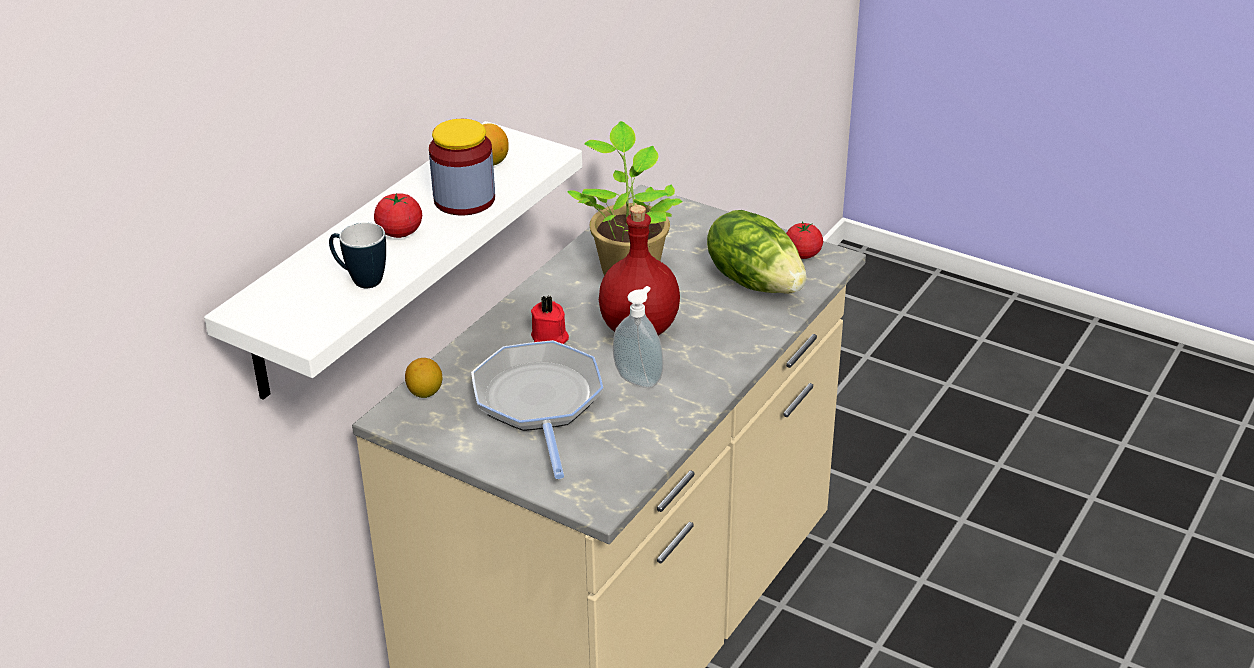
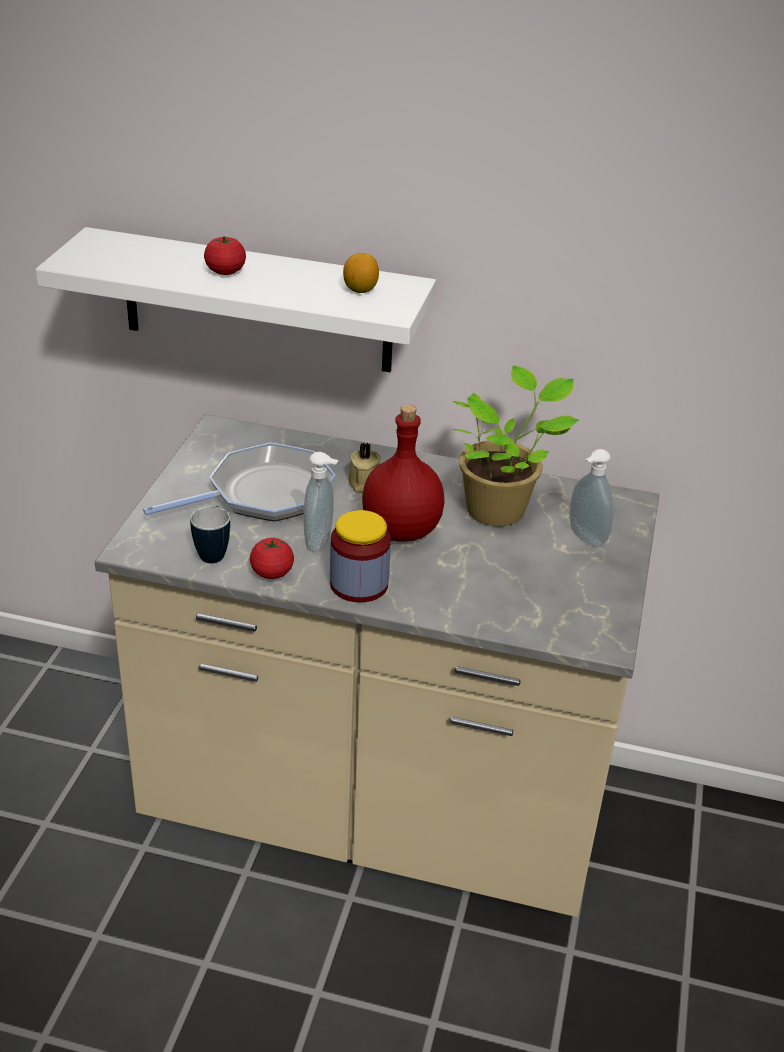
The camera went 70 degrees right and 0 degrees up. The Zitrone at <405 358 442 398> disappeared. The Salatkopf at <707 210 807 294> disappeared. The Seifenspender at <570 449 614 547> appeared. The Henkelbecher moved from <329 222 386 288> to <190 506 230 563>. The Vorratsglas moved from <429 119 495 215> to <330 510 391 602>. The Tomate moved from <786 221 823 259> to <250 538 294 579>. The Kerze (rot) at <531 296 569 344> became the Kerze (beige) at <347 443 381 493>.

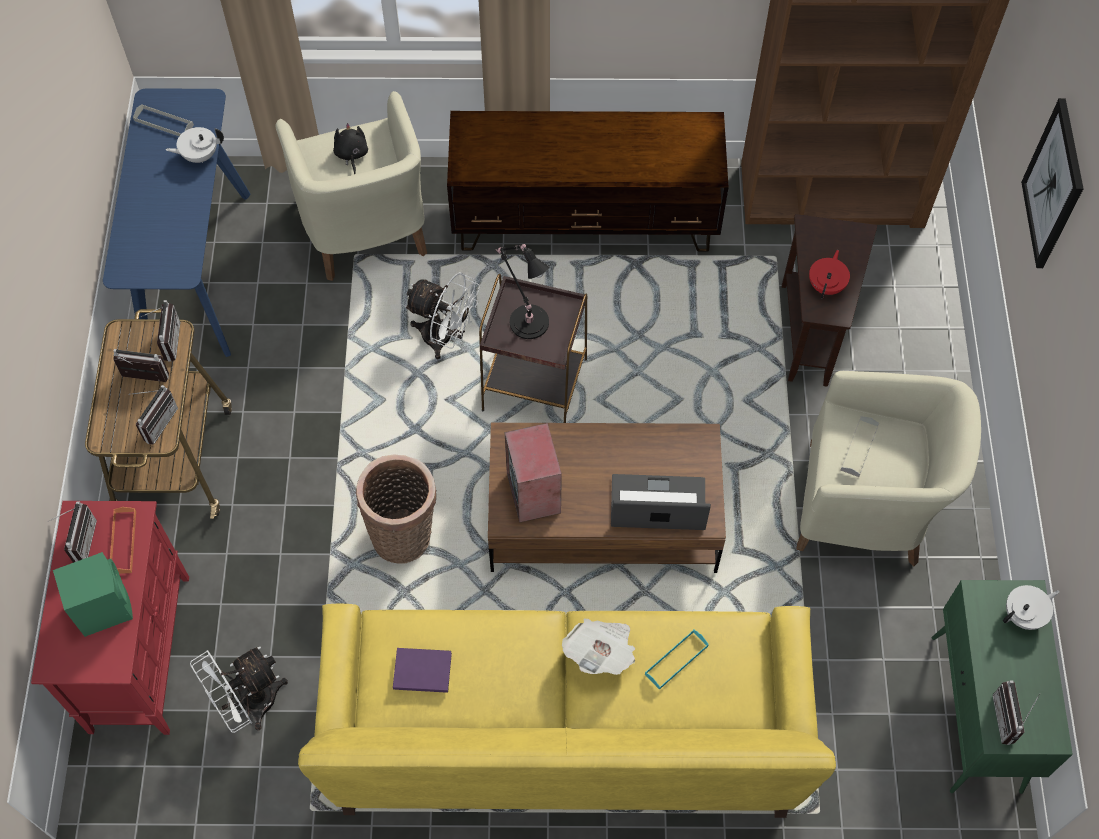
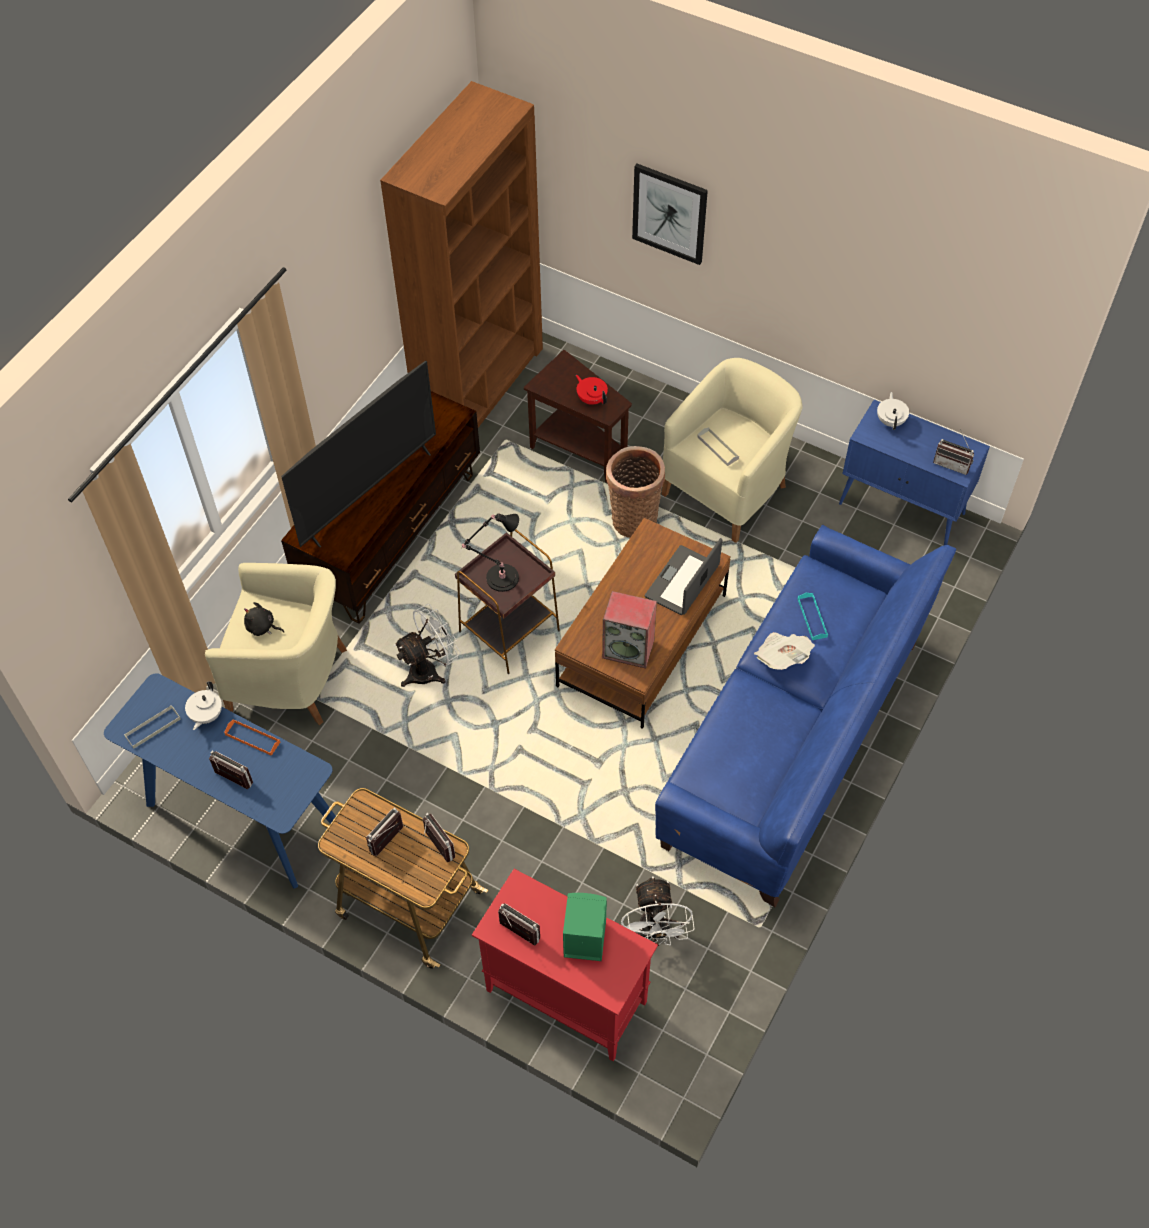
The camera went 60 degrees left and 5 degrees down. The Buch (lila) at <393 648 452 693> disappeared. The Fernseher at <281 361 436 548> appeared. The Tablett (orange) moved from <110 507 136 574> to <224 719 280 756>. The Radio moved from <141 300 180 361> to <209 751 253 789>. The Korb moved from <356 454 437 564> to <606 446 665 538>. The Sofa (gelb) at <298 604 836 818> became the Sofa (blau) at <655 525 956 907>. The Schrank (grün) at <931 580 1073 794> became the Schrank (blau) at <839 400 990 545>.

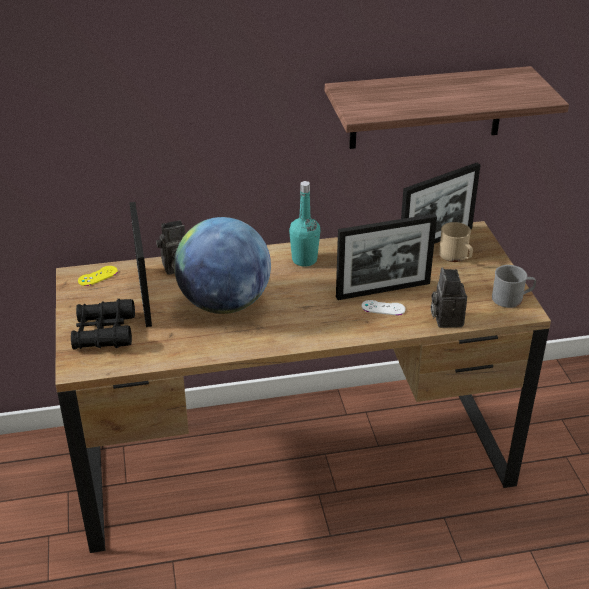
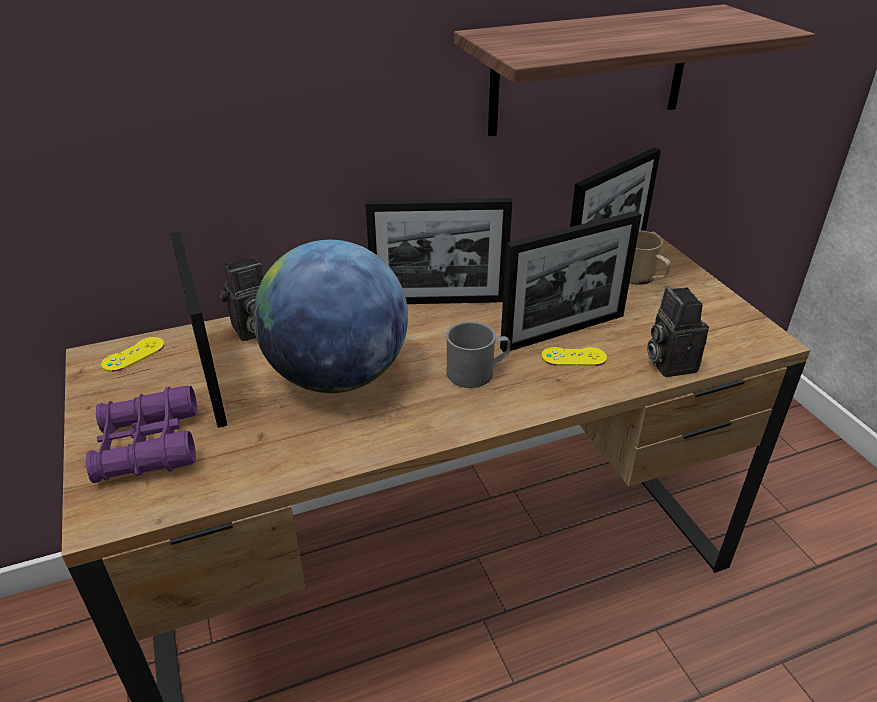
The camera went 10 degrees left and 0 degrees up. The Henkelbecher (grau) moved from <492 265 536 308> to <446 321 511 388>. The Flasche (türkis) at <289 181 320 267> was replaced by the Bilderrahmen at <365 198 512 304>. The Fernglas (schwarz) at <71 299 135 349> became the Fernglas (lila) at <86 386 197 483>. The Gamepad (weiß) at <362 300 406 315> became the Gamepad (gelb) at <542 347 607 366>.

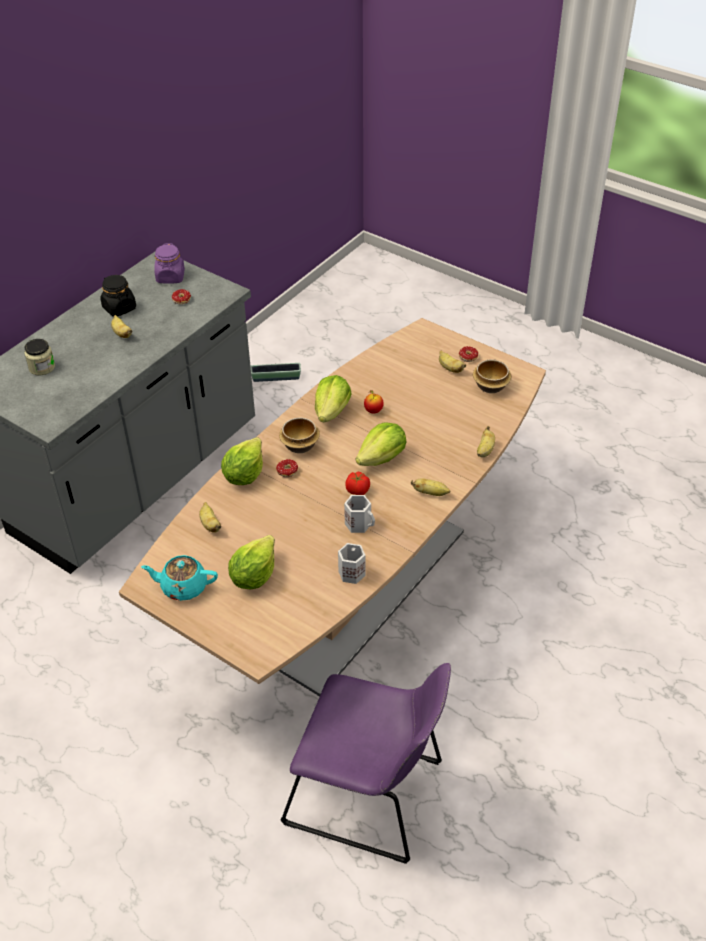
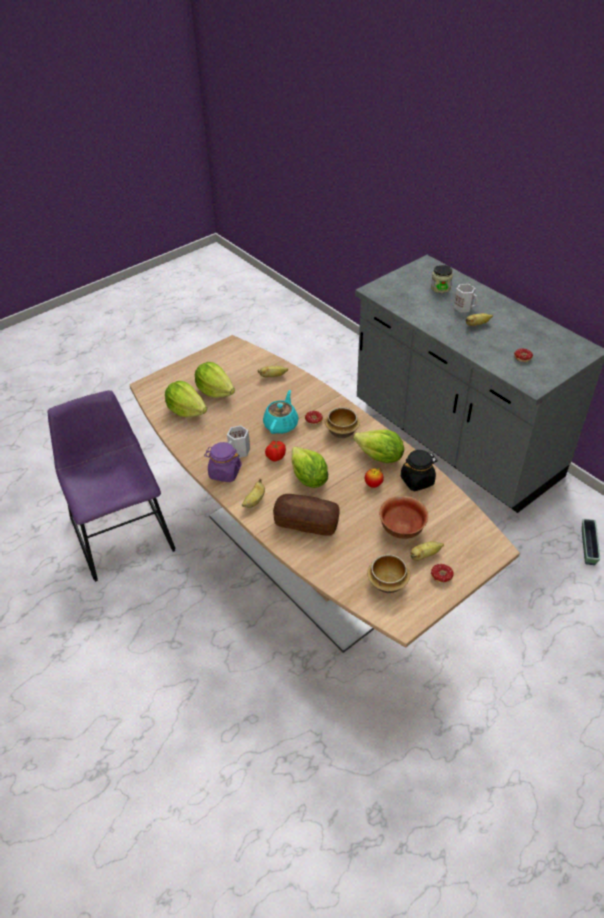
The camera went 105 degrees right and 0 degrees up. The Banane at <477 426 495 457> disappeared. The Brot at <273 494 340 536> appeared. The Schüssel at <379 496 428 539> appeared. The Vorratsglas (schwarz) moved from <100 275 136 317> to <401 450 438 491>. The Teekanne (türkis) moved from <141 555 218 601> to <263 390 299 434>. The Vorratsglas (lila) moved from <154 243 185 284> to <204 442 242 482>. The Salatkopf moved from <221 437 263 485> to <165 381 207 417>. The Henkelbecher (weiß) moved from <338 543 365 584> to <454 284 478 312>. The Stuhl (lila) at <281 663 451 864> turned 120 degrees clockwise.

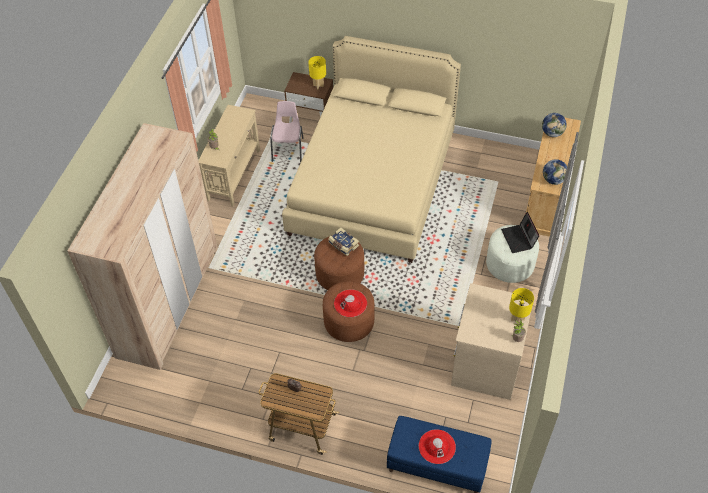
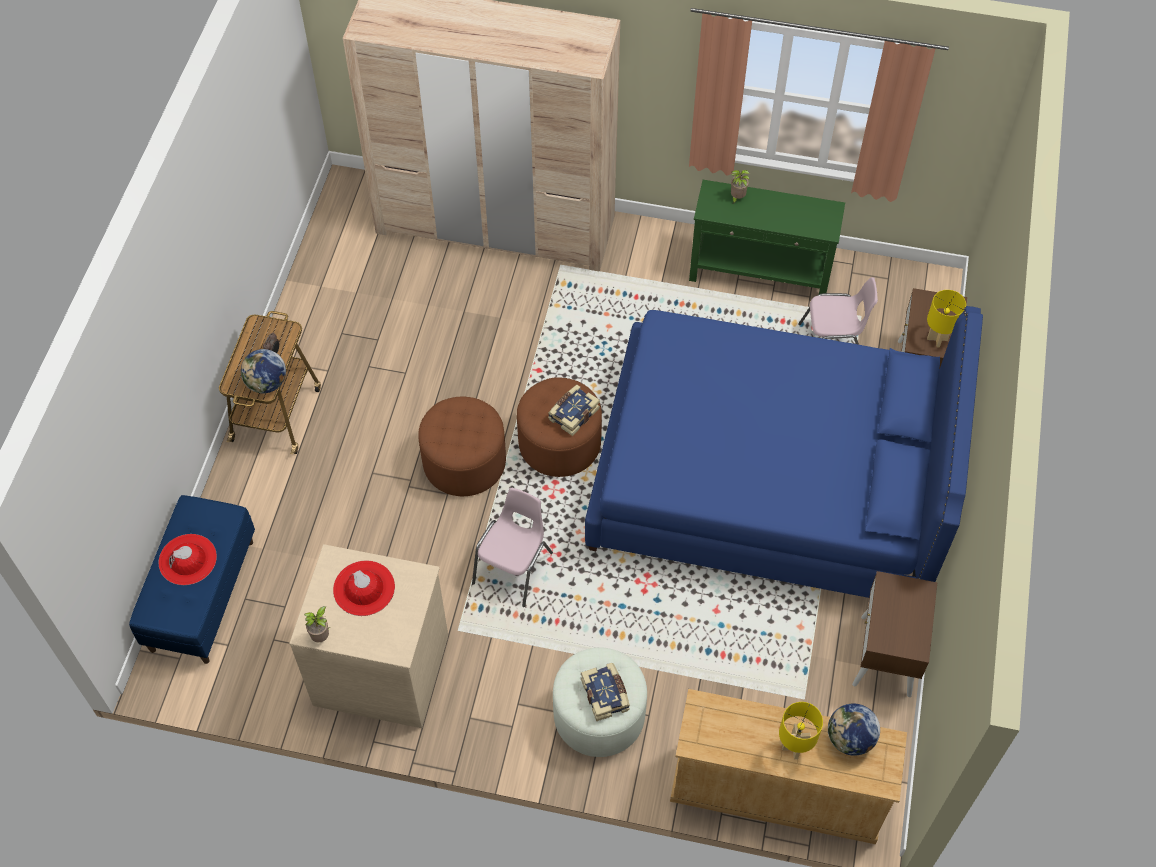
The camera went 85 degrees right and 5 degrees up. The Stuhl (rosa) at <472 488 553 607> appeared. The Nachttisch (braun) at <852 571 937 697> appeared. The Hut (rot) moved from <334 289 367 317> to <333 560 395 616>. The Tischlampe (gelb) moved from <509 288 534 325> to <779 702 823 759>. The Globus moved from <543 159 567 185> to <241 349 286 393>. The Laptop at <501 212 539 253> was replaced by the Buch at <581 663 630 721>. The Konsolentisch (beige) at <198 105 260 207> became the Konsolentisch (grün) at <689 180 845 294>. The Bett (beige) at <282 36 461 263> became the Bett (blau) at <585 306 983 598>.

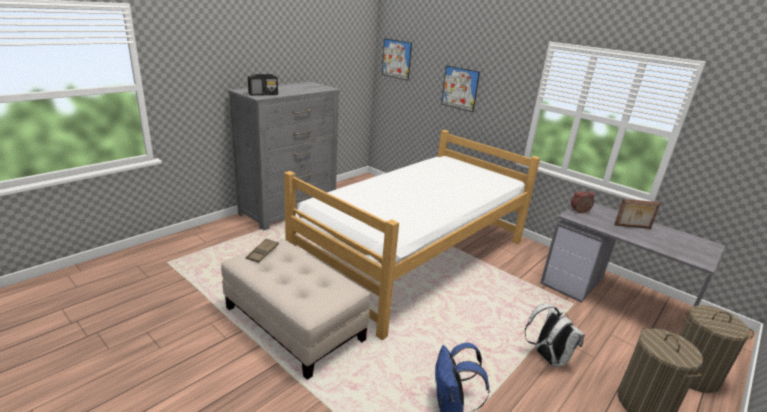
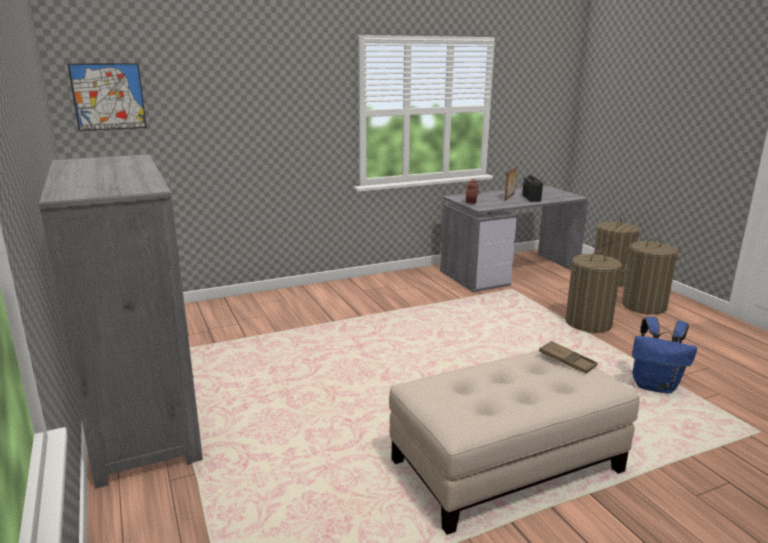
The camera went 65 degrees left and 5 degrees down. The Bett at <284 130 540 340> disappeared. The Bild at <441 66 480 112> disappeared. The Tablett (braun) moved from <246 238 279 263> to <539 341 598 374>. The Radio moved from <248 74 278 96> to <522 175 543 202>. The Rucksack (weiß) at <525 304 585 367> was replaced by the Wäschekorb at <565 251 627 333>.

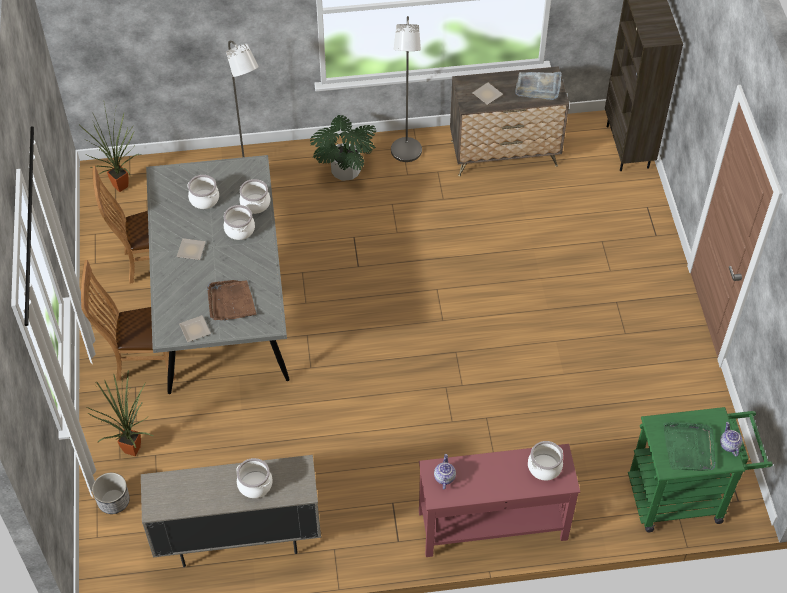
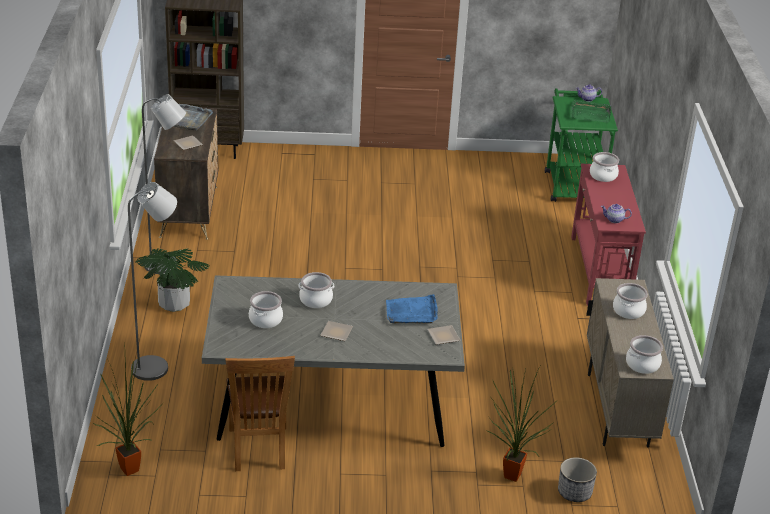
The camera went 85 degrees left and 20 degrees down. The Stuhl (braun) at <81 260 175 381> disappeared. The Kochtopf moved from <240 179 270 214> to <626 335 663 374>. The Tablett (braun) at <207 280 257 321> became the Tablett (blau) at <386 294 438 324>.

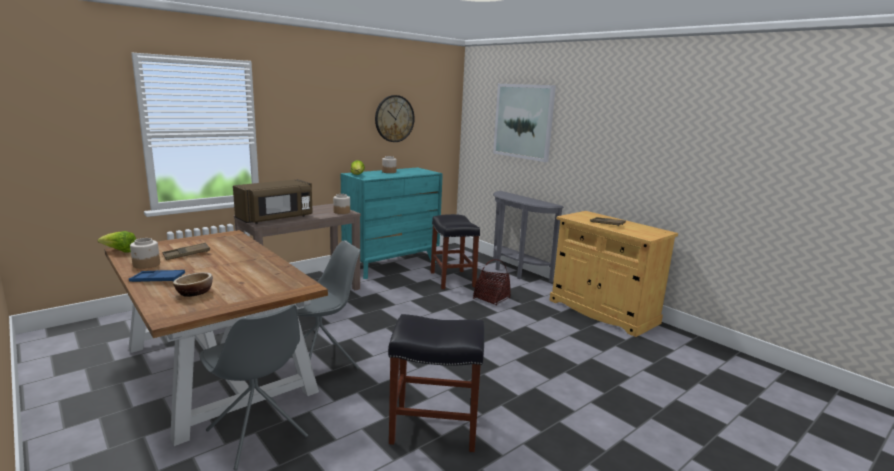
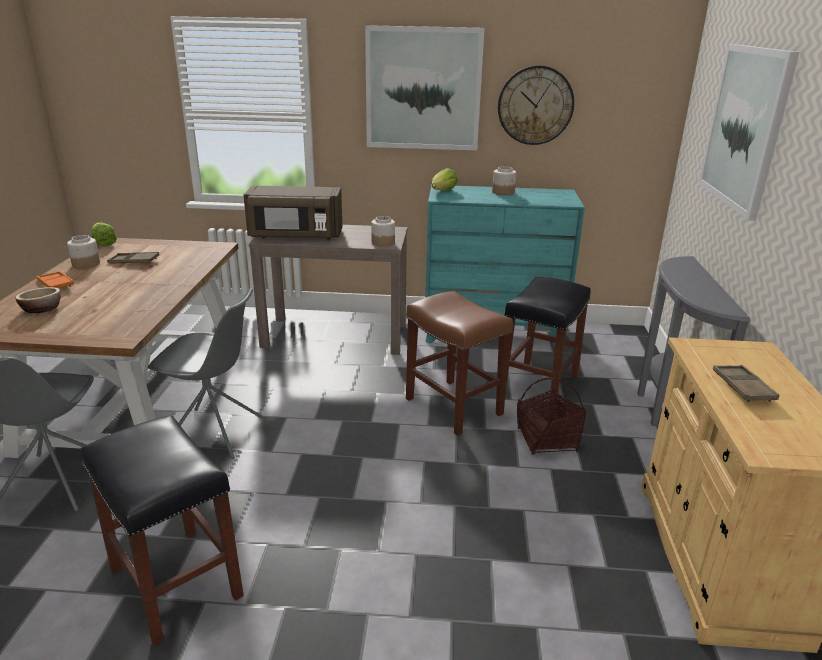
The camera went 45 degrees right and 10 degrees up. The Bild at <365 25 485 150> appeared. The Hocker (braun) at <406 291 513 436> appeared. The Tablett (blau) at <129 270 185 282> became the Tablett (orange) at <37 271 74 288>.

